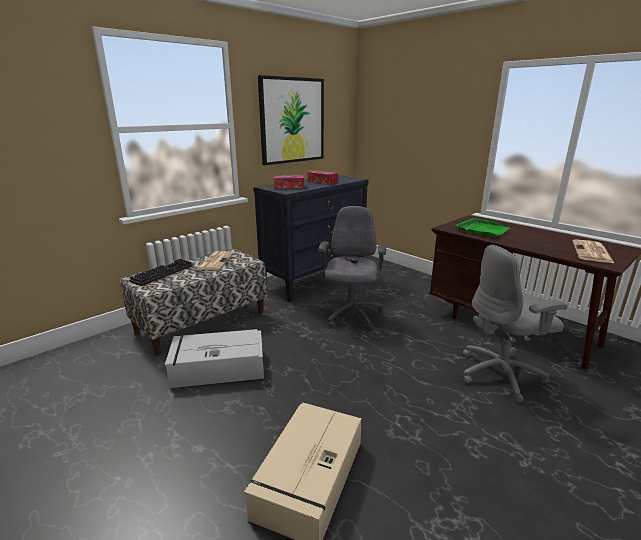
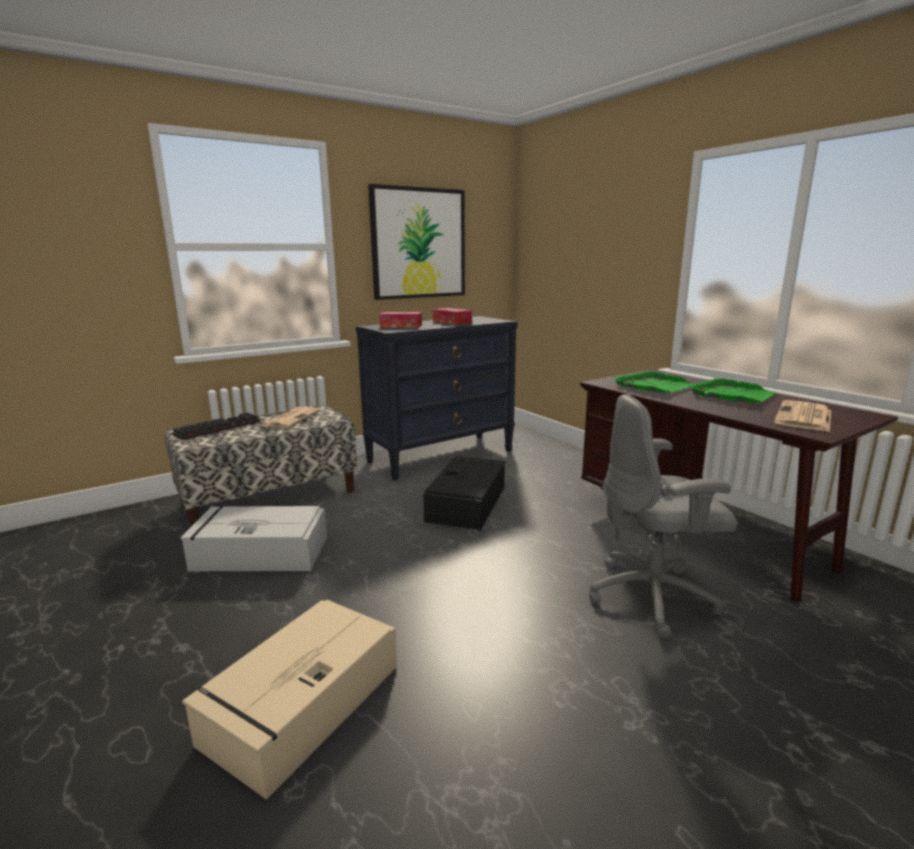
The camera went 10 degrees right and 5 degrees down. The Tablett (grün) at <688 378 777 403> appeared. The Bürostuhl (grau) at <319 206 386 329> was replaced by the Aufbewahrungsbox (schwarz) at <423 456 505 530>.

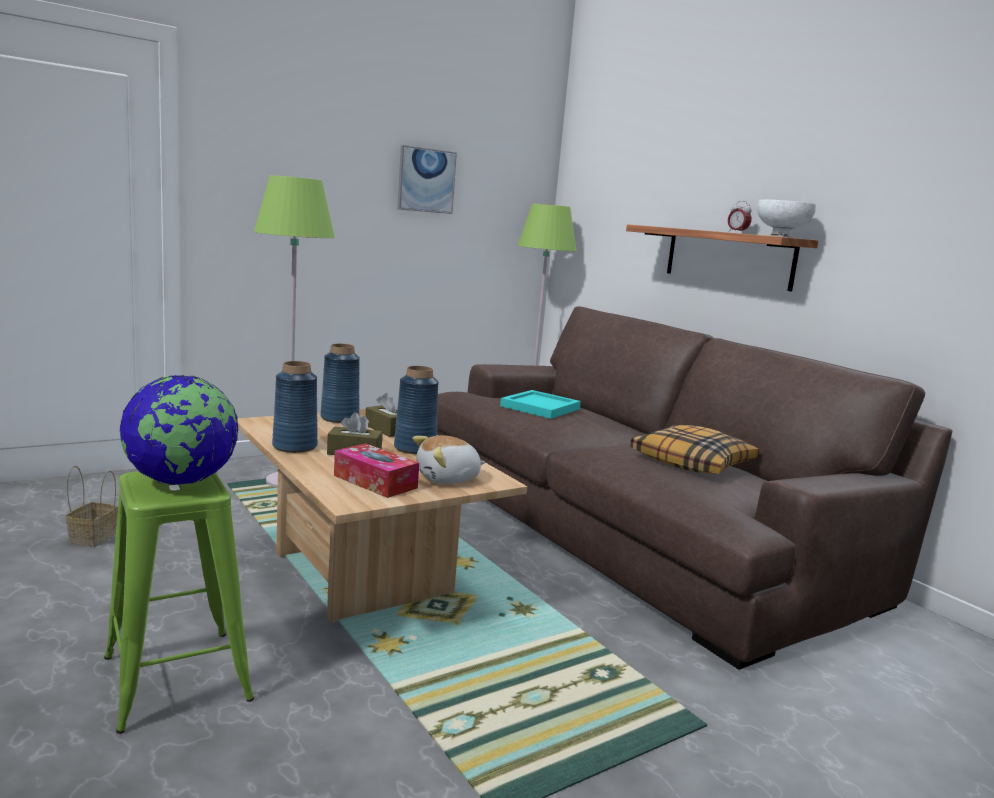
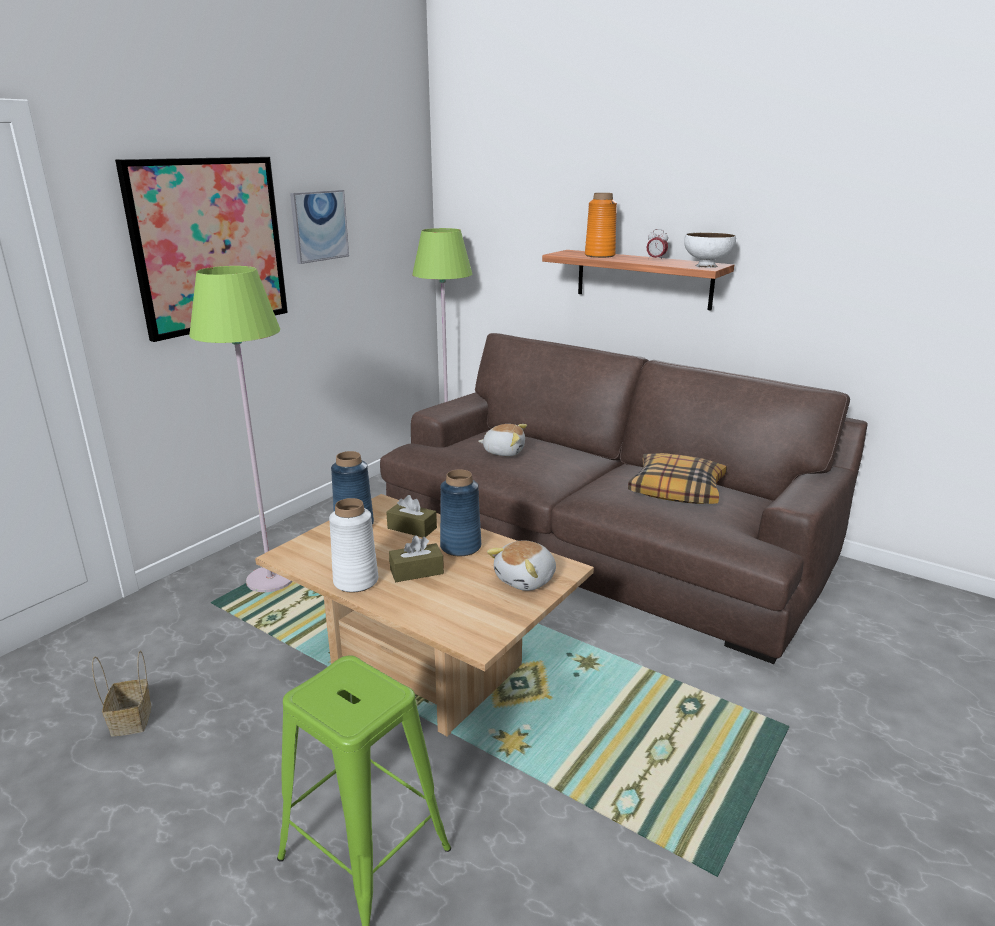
The camera went 20 degrees left and 10 degrees up. The Globus at <120 375 238 485> disappeared. The Taschentuchbox at <334 443 419 498> disappeared. The Bild at <115 157 288 342> appeared. The Vase (orange) at <585 193 617 258> appeared. The Tablett (türkis) at <500 390 581 419> was replaced by the Plüschtier at <478 424 527 456>. The Vase (blau) at <272 361 318 453> became the Vase (weiß) at <329 498 378 593>.

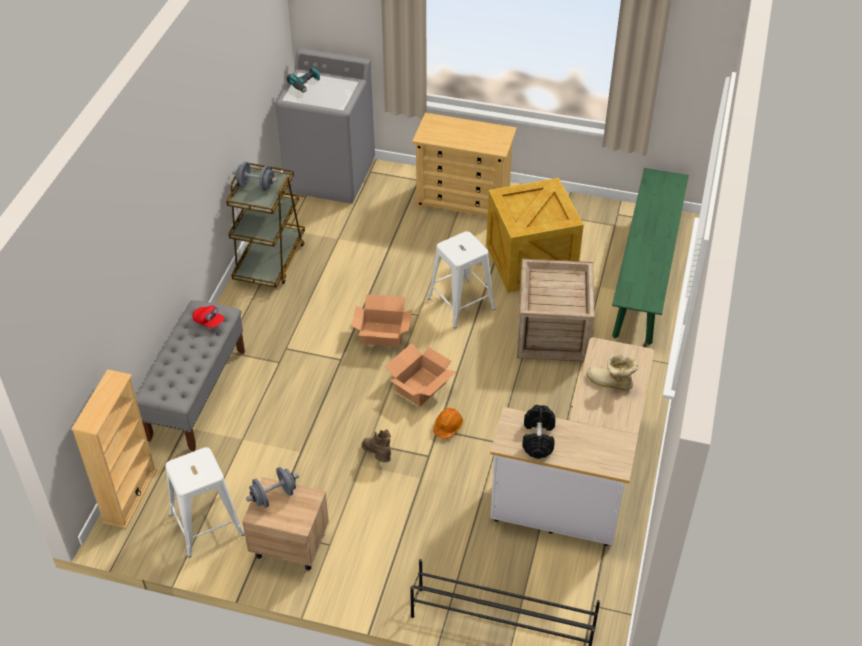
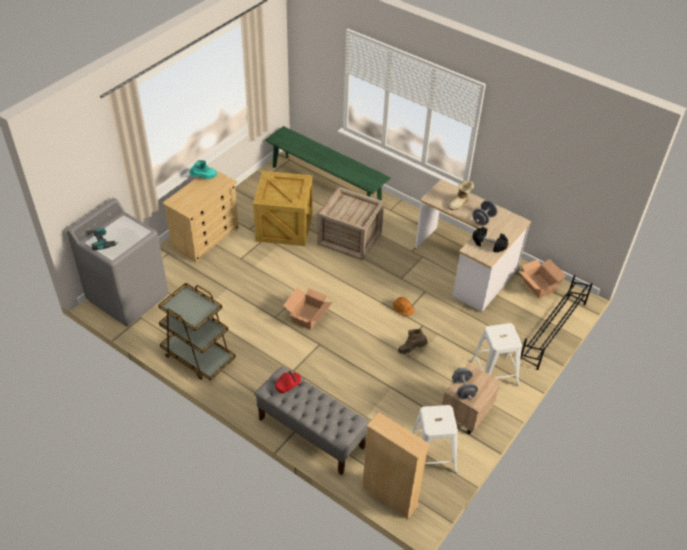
The camera went 70 degrees left and 0 degrees up. The Stiefel (türkis) at <189 160 217 179> appeared. The Hantel (grau) moved from <232 162 278 191> to <473 200 498 225>. The Karton moved from <385 343 457 406> to <519 259 566 298>. The Hocker (weiß) moved from <427 231 496 328> to <470 323 522 386>.

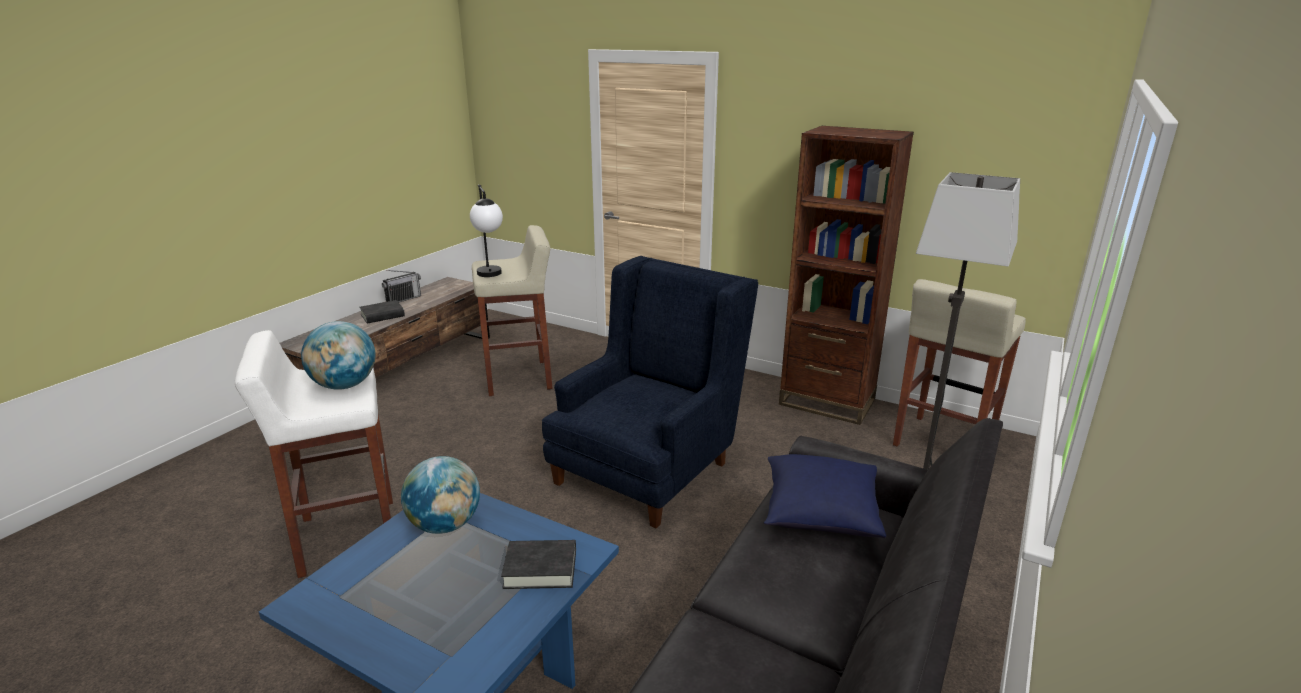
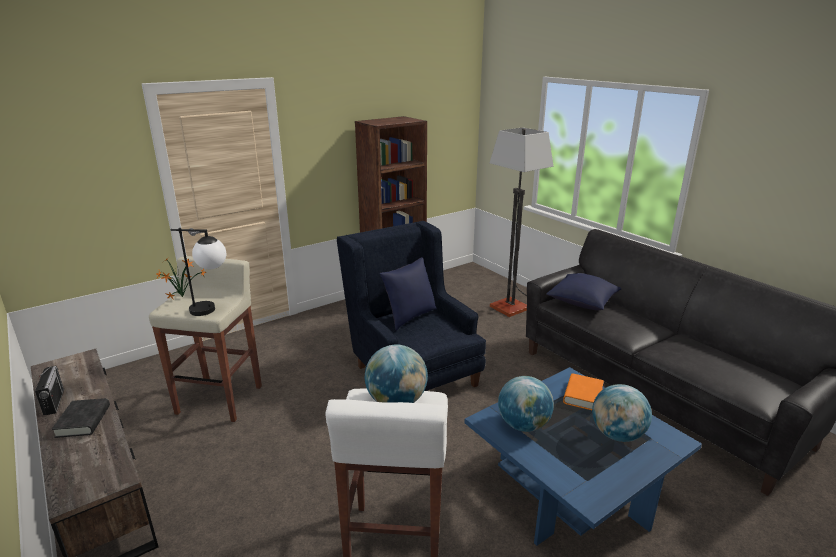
The camera went 65 degrees left and 0 degrees up. The Hocker (beige) at <893 279 1026 447> disappeared. The Topfpflanze at <156 258 206 300> appeared. The Kissen (blau) at <379 257 436 330> appeared. The Globus at <592 384 652 442> appeared. The Buch (schwarz) at <501 540 576 589> became the Buch (orange) at <563 374 604 410>.

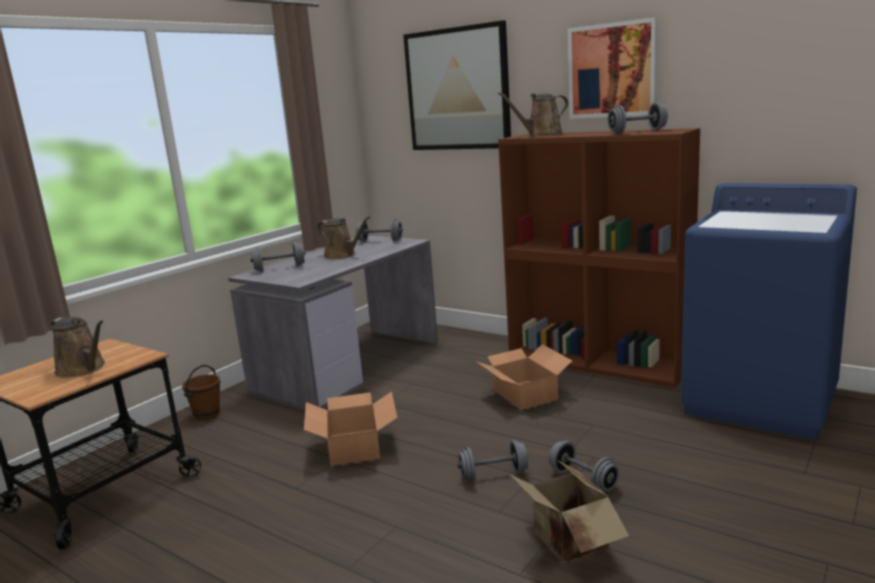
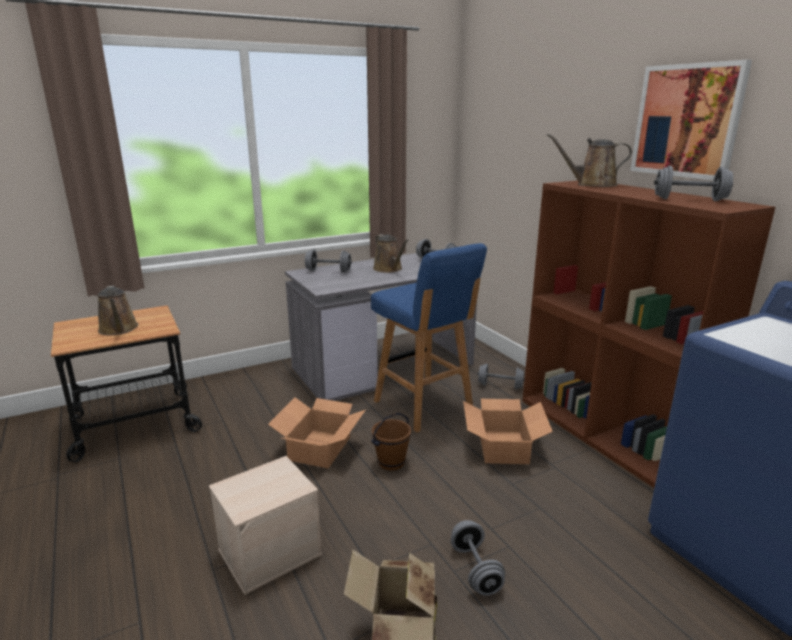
The camera went 25 degrees right and 5 degrees up. The Bild at <403 20 511 150> disappeared. The Aufbewahrungsbox (beige) at <209 456 322 595> appeared. The Hocker (blau) at <371 243 487 432> appeared. The Eimer (braun) moved from <182 365 220 420> to <371 413 411 471>. The Hantel (grau) moved from <458 440 528 482> to <477 364 525 390>.

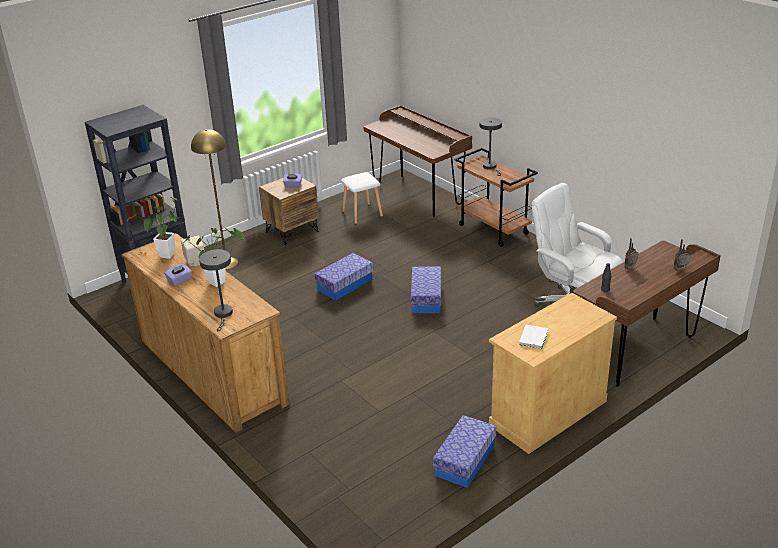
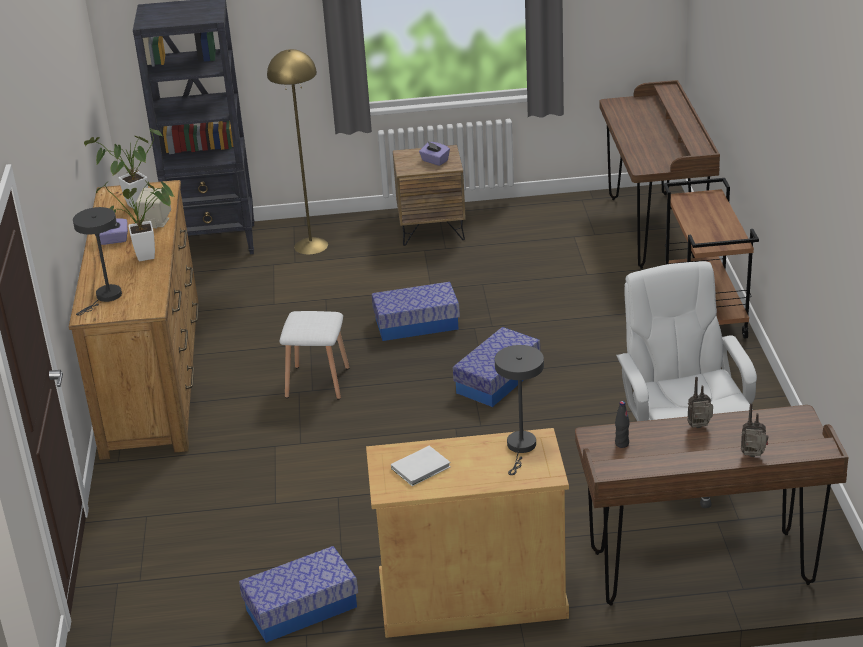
The camera went 35 degrees right and 0 degrees up. The Hocker (weiß) moved from <341 172 383 224> to <279 311 350 399>. The Tischlampe (grau) moved from <479 117 502 176> to <495 345 544 475>.

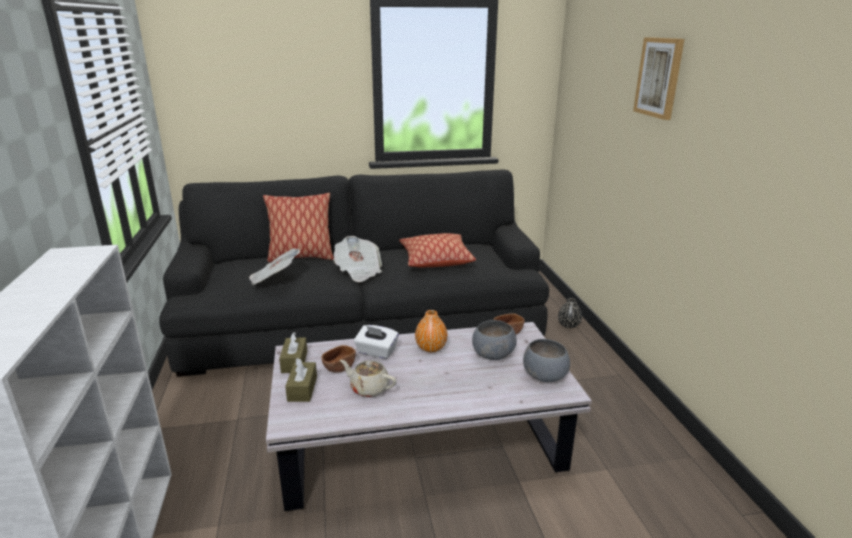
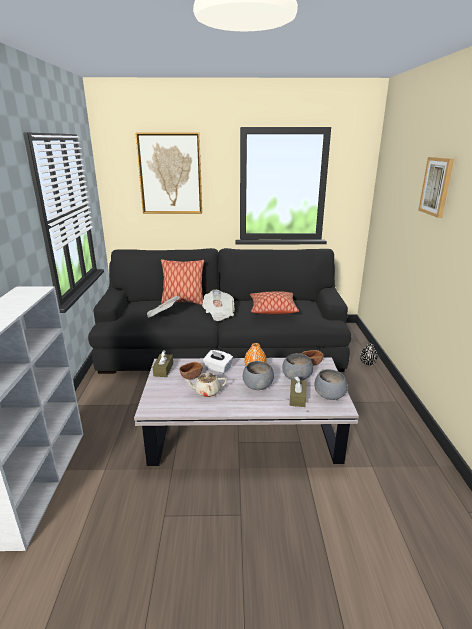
The camera went 10 degrees right and 0 degrees up. The Bild at <135 133 202 214> appeared. The Schüssel (grau) at <243 361 274 390> appeared. The Taschentuchbox (braun) moved from <285 358 317 402> to <290 377 306 407>. The Teekanne (beige) at <340 360 396 397> turned 45 degrees counterclockwise.

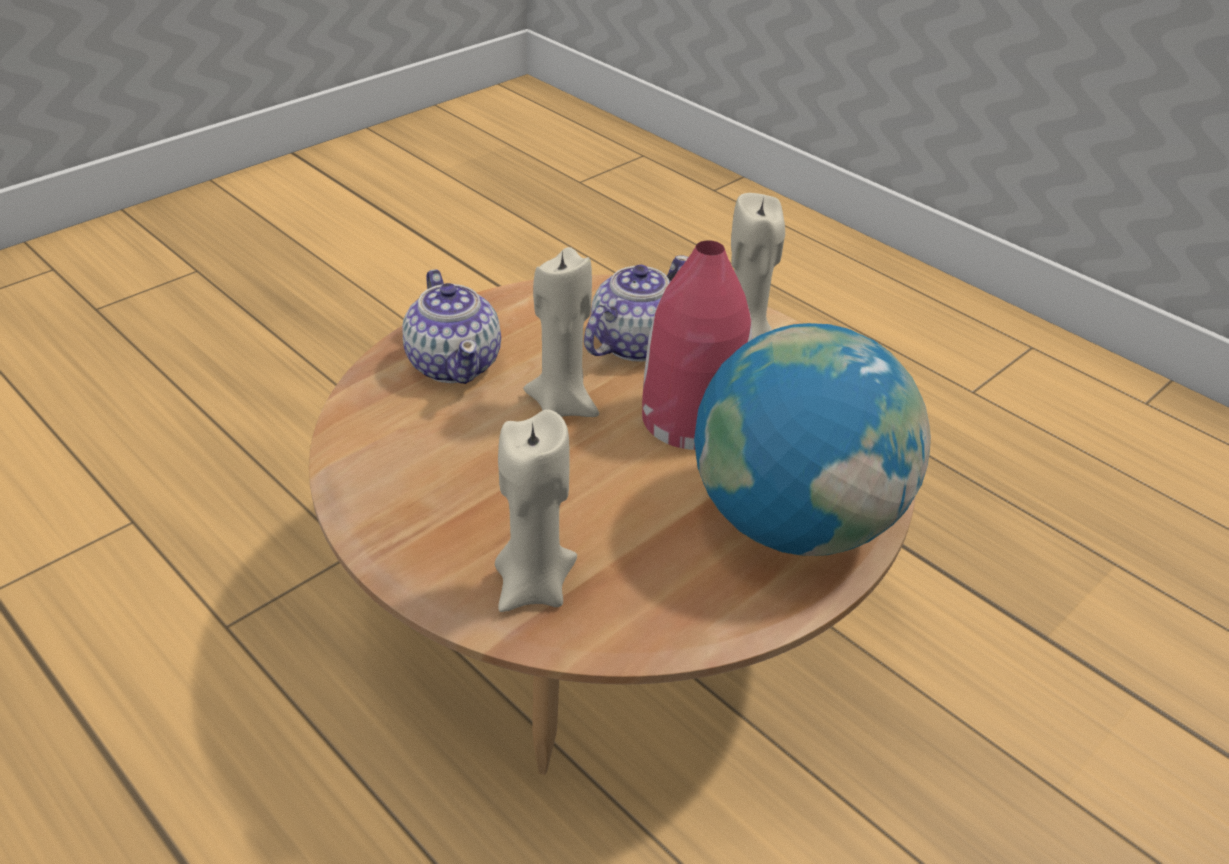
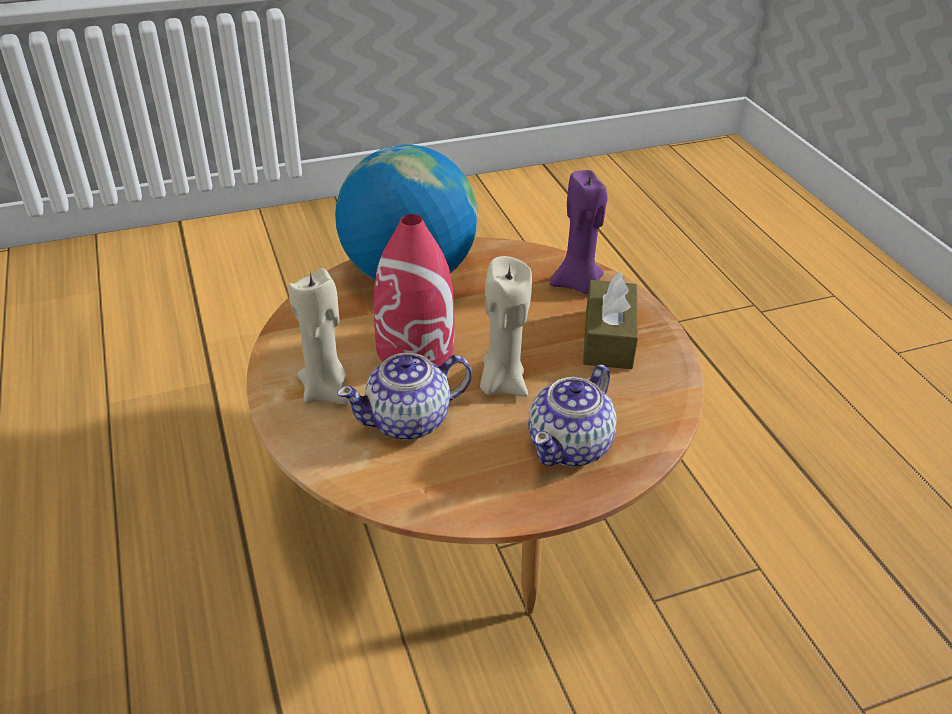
The camera went 155 degrees left and 0 degrees up. The Taschentuchbox (braun) at <583 272 638 369> appeared. The Kerze (beige) at <495 409 577 612> became the Kerze (lila) at <549 170 607 294>. The Teekanne at <403 269 501 384> turned 150 degrees counterclockwise.

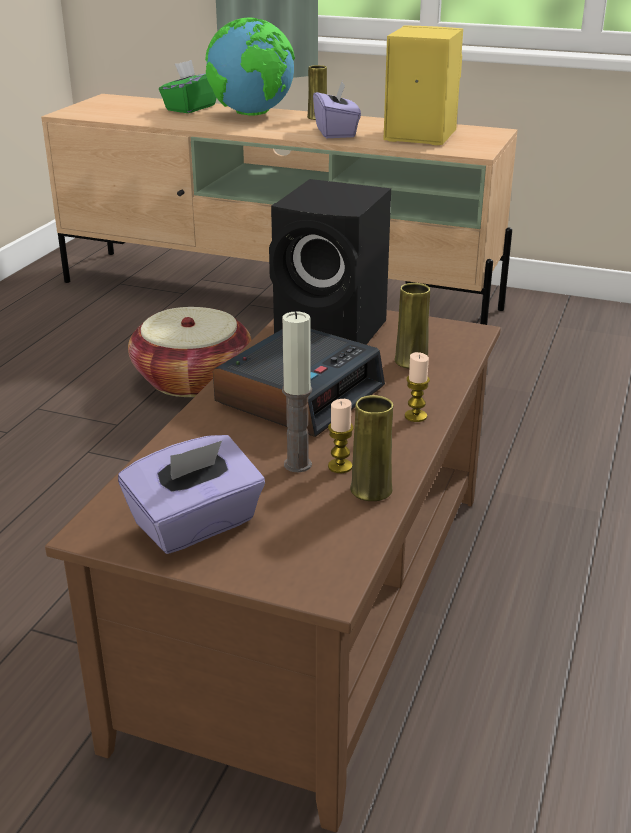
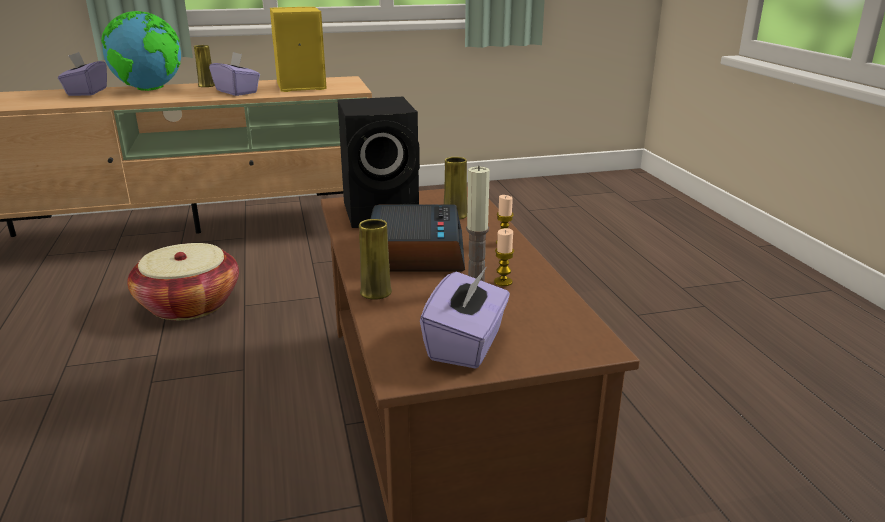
The camera went 35 degrees left and 5 degrees down. The Vase (gelb) moved from <350 395 393 501> to <359 219 392 300>. The Taschentuchbox (grün) at <159 60 216 113> became the Taschentuchbox (lila) at <58 52 107 96>.

